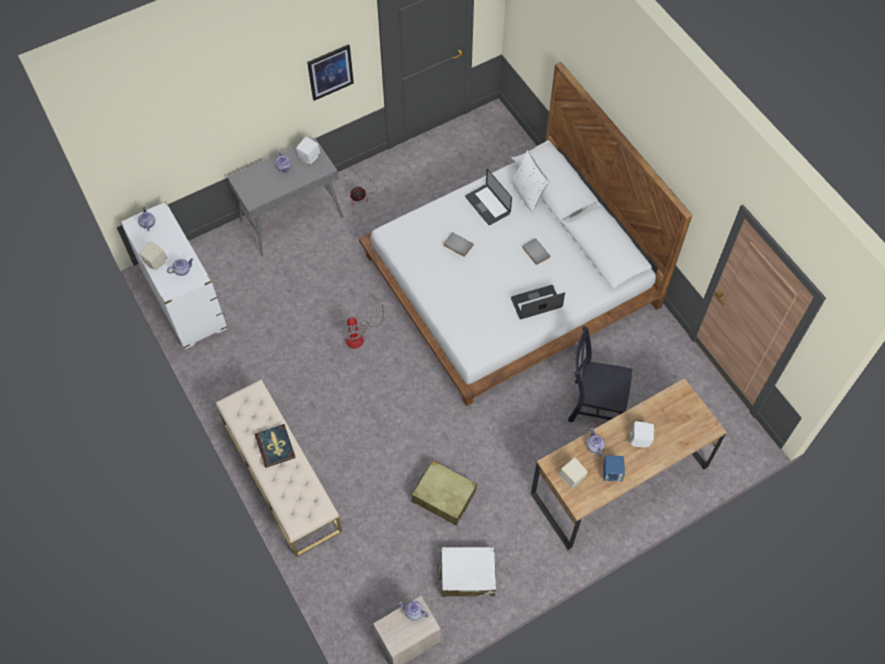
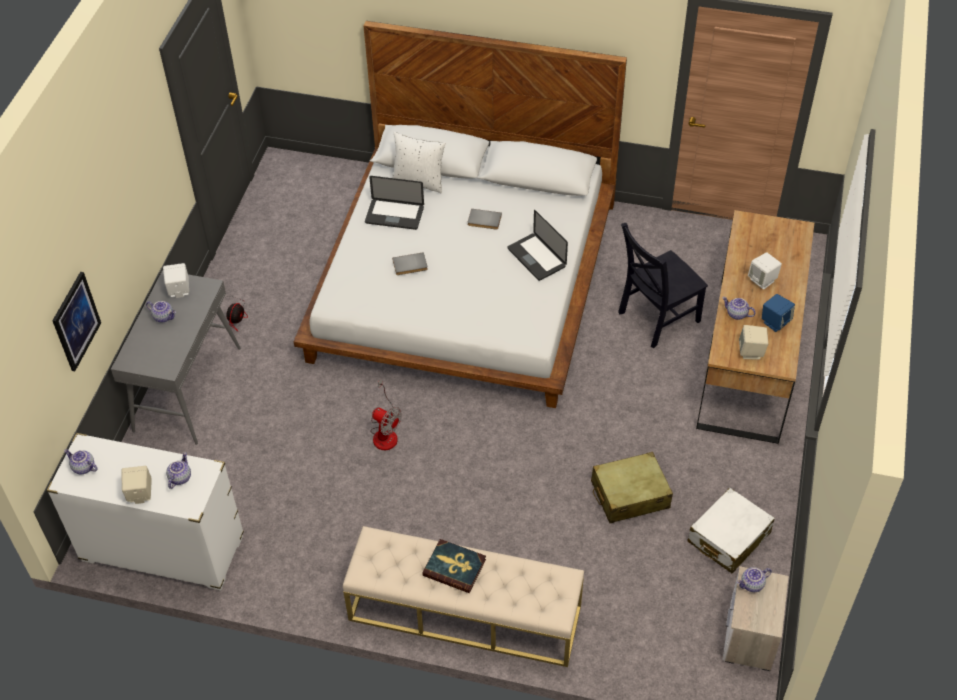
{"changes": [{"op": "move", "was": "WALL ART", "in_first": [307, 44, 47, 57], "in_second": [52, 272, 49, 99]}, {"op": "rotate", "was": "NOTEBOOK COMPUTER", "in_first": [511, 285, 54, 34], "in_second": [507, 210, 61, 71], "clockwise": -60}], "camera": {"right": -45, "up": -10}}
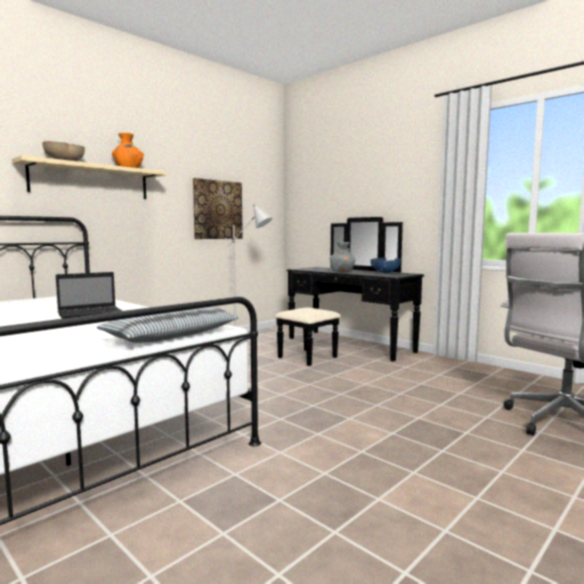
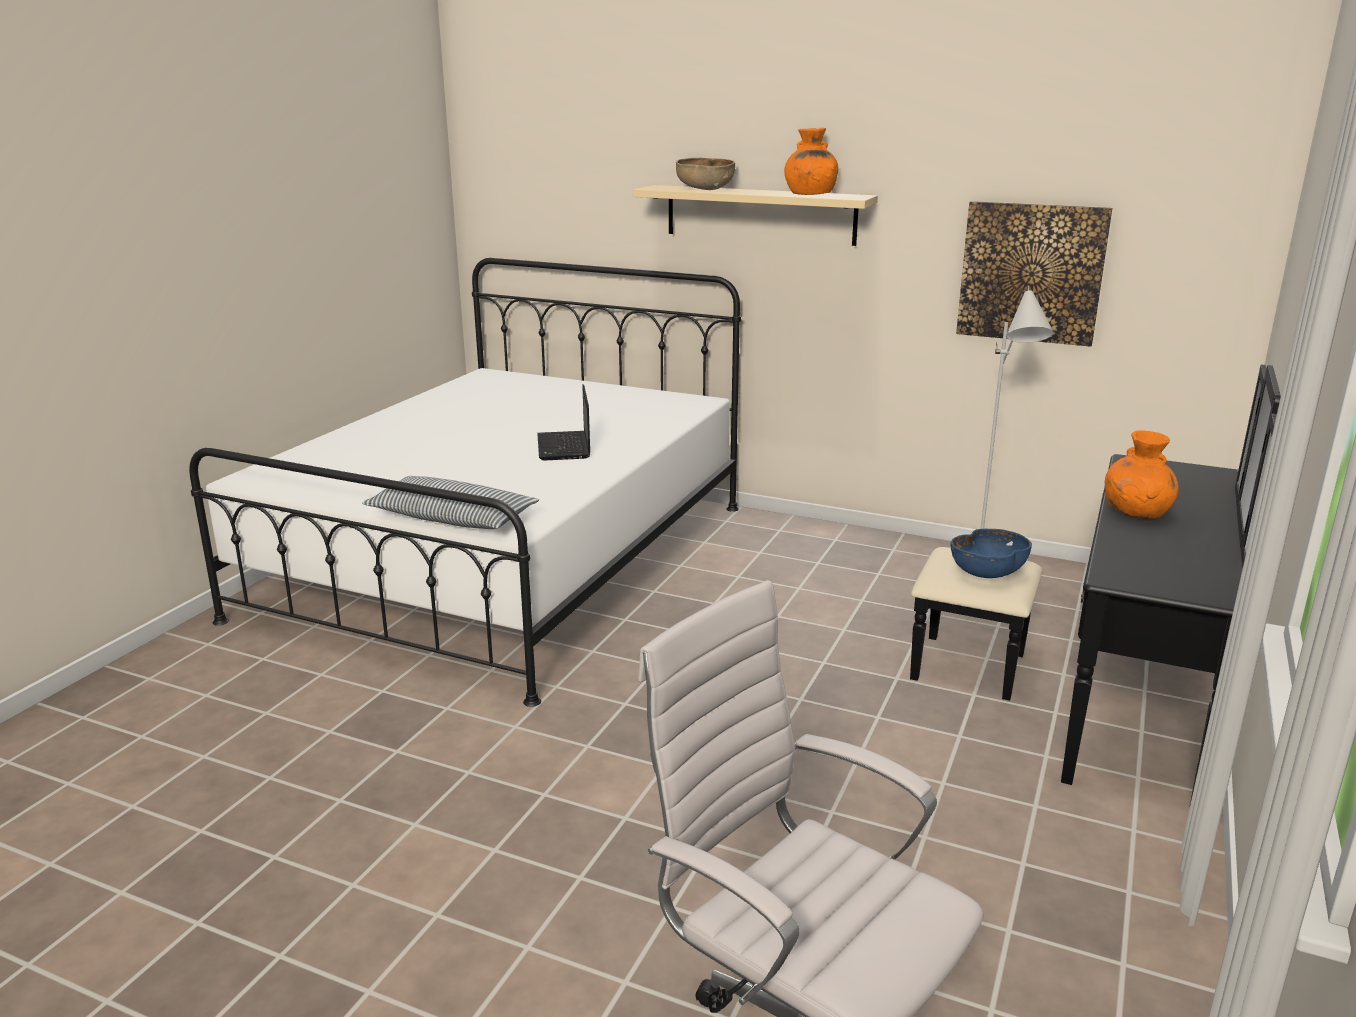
{"changes": [{"op": "move", "was": "BLUE DEEP DISH", "in_first": [371, 258, 30, 15], "in_second": [950, 529, 82, 49]}, {"op": "recolor", "was": "GREYISH FLOWER VASE", "now": "ORANGEY FLOWER VASE", "in_first": [329, 242, 26, 30], "in_second": [1105, 430, 73, 89]}, {"op": "rotate", "was": "NOTEBOOK COMPUTER", "in_first": [56, 272, 66, 47], "in_second": [537, 384, 53, 77], "clockwise": 45}], "camera": {"right": 70, "up": 15}}
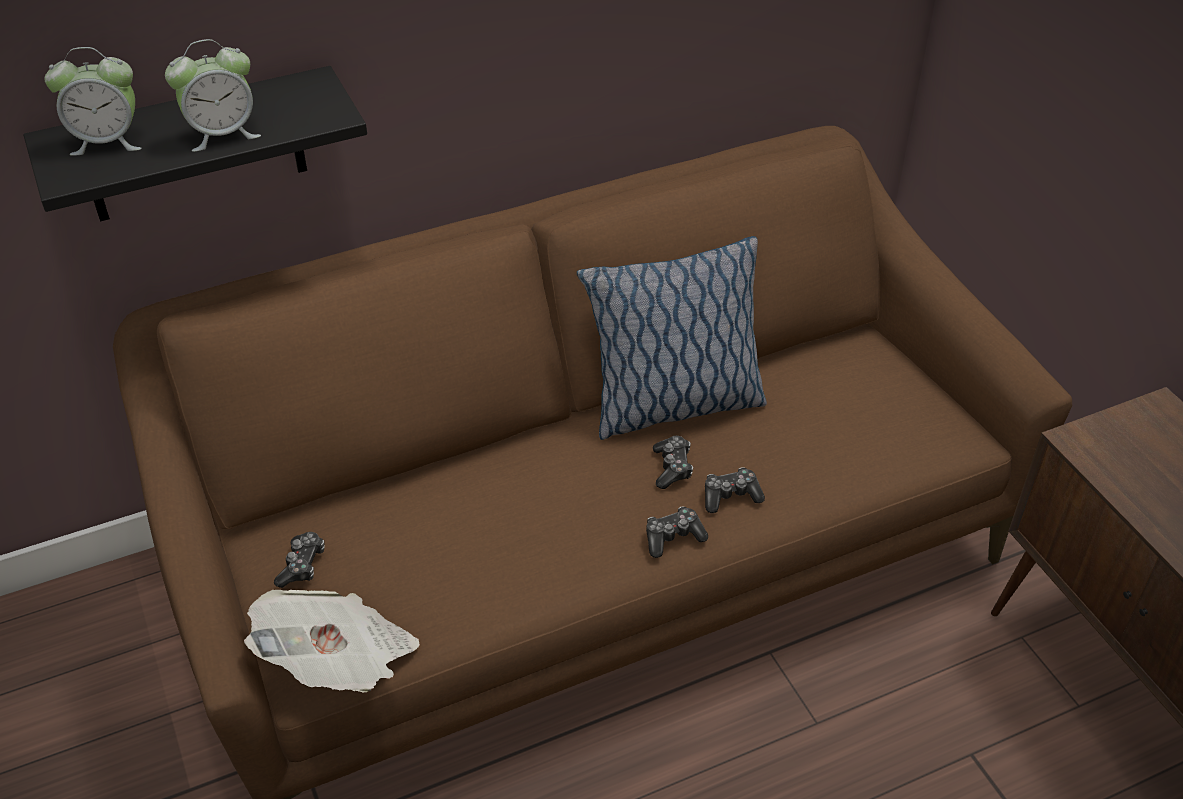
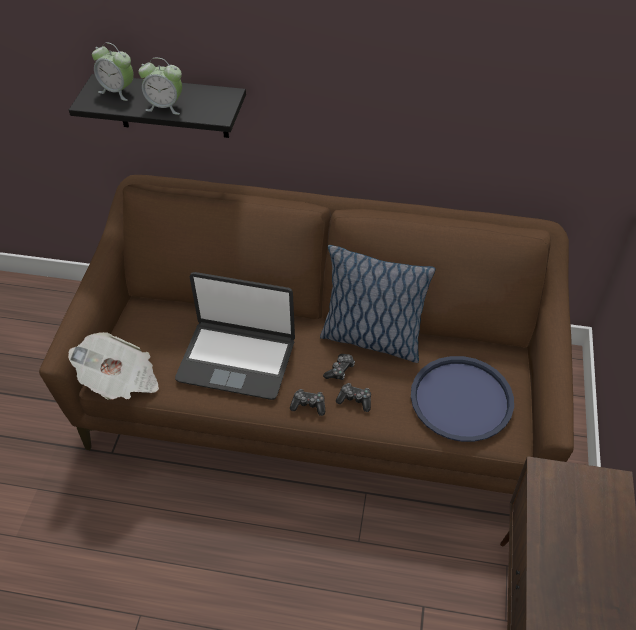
{"changes": [{"op": "delete", "was": "GAME CONTROLLER", "in_first": [274, 532, 51, 56]}, {"op": "insert", "now": "NOTEBOOK COMPUTER", "in_second": [175, 272, 120, 128]}, {"op": "insert", "now": "BLUE TRAY", "in_second": [411, 356, 103, 86]}], "camera": {"right": 35, "up": 5}}
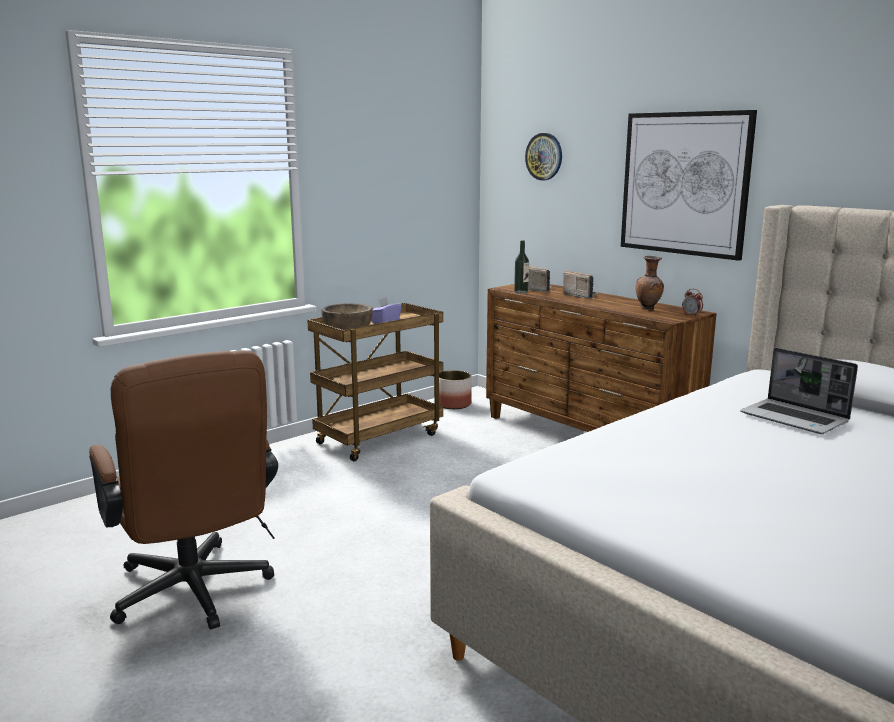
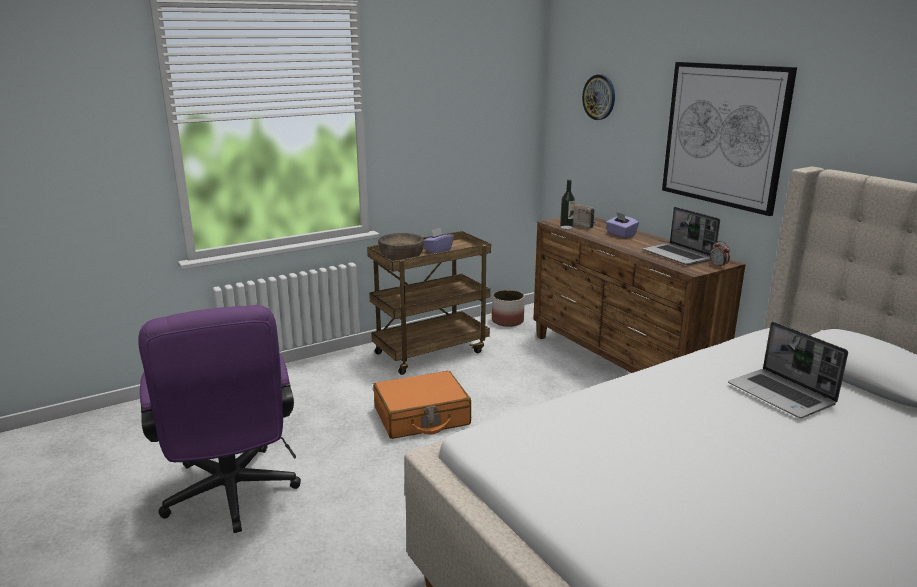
{"changes": [{"op": "insert", "now": "ORANGEY TRAVEL CASE", "in_second": [373, 371, 98, 68]}, {"op": "replace", "was": "RADIO RECEIVER", "now": "PURPLE-COLOURED TISSUE HOLDER", "in_first": [563, 270, 34, 29], "in_second": [606, 212, 33, 26]}, {"op": "replace", "was": "BROWN FLOWER VASE", "now": "NOTEBOOK COMPUTER", "in_first": [636, 256, 28, 54], "in_second": [643, 207, 77, 58]}, {"op": "recolor", "was": "BROWN OFFICE CHAIR", "now": "PURPLE-COLOURED OFFICE CHAIR", "in_first": [89, 350, 189, 280], "in_second": [138, 305, 163, 228]}], "camera": {"right": 10, "up": 5}}
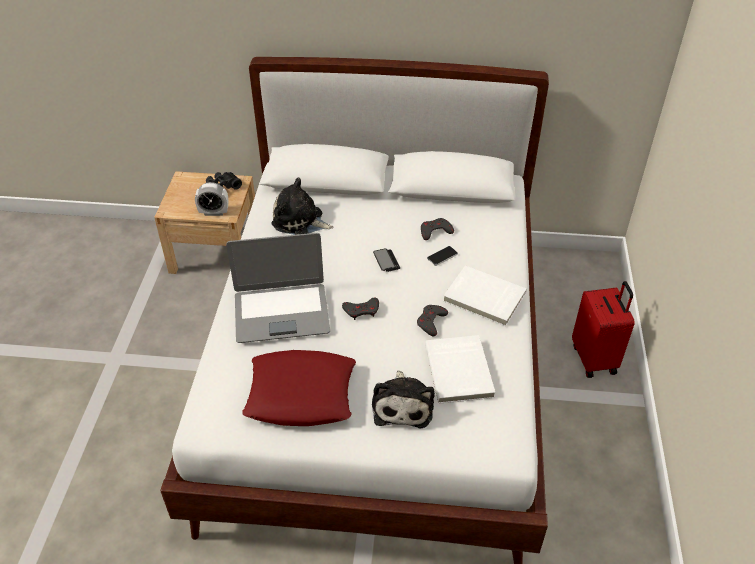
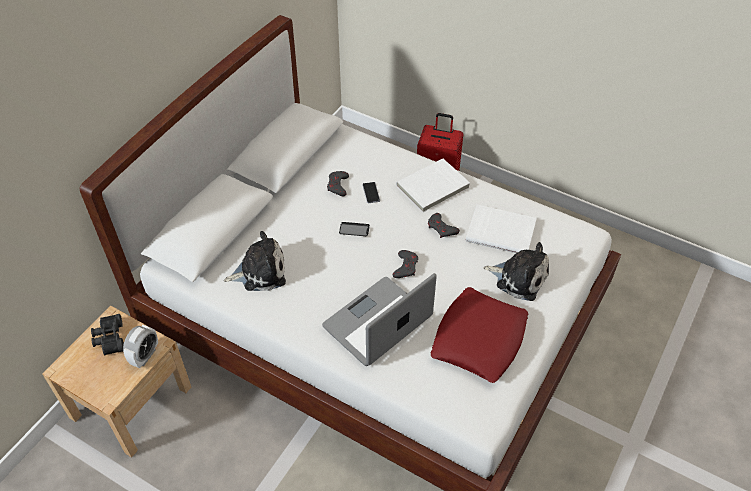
{"changes": [{"op": "rotate", "was": "NOTEBOOK COMPUTER", "in_first": [226, 233, 104, 110], "in_second": [322, 273, 115, 93], "clockwise": -150}, {"op": "rotate", "was": "SOFT TOY", "in_first": [271, 178, 63, 57], "in_second": [224, 231, 62, 60], "clockwise": -150}], "camera": {"right": -65, "up": 5}}
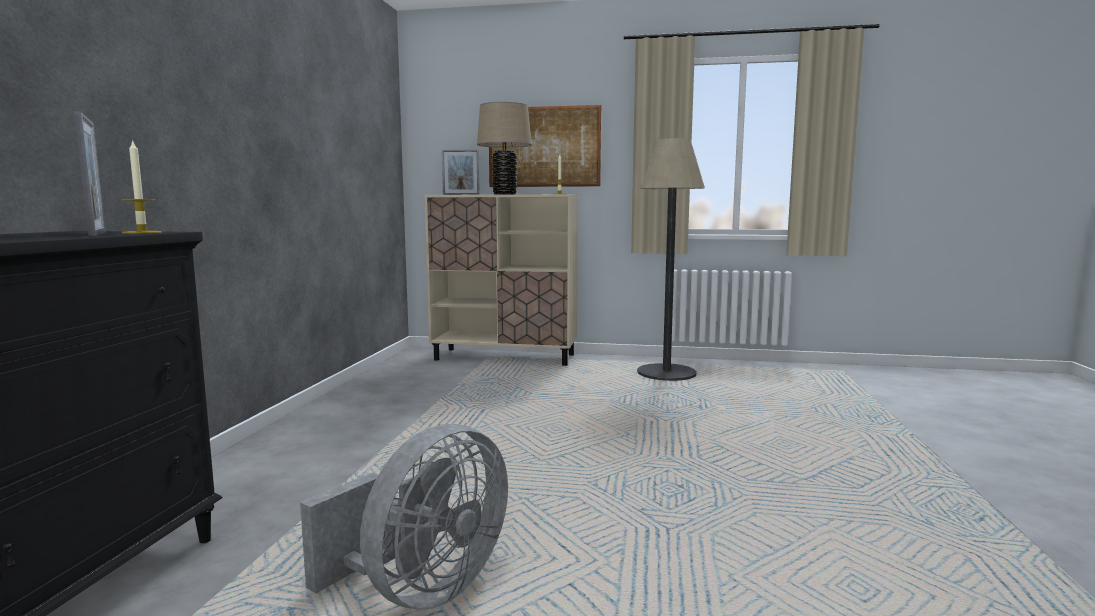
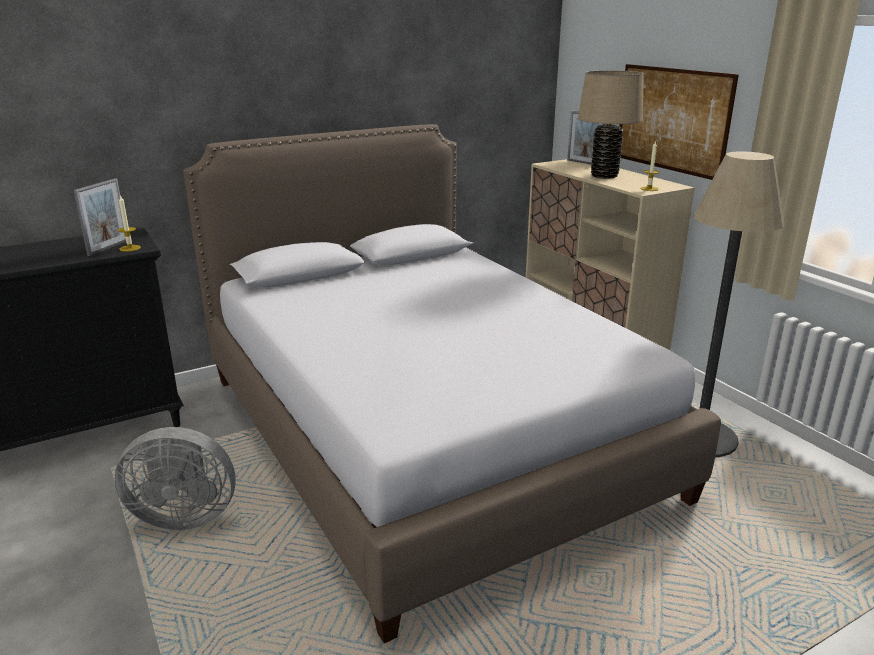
{"changes": [{"op": "insert", "now": "SLEEPING BED", "in_second": [183, 124, 538, 519]}], "camera": {"right": 50, "up": 15}}
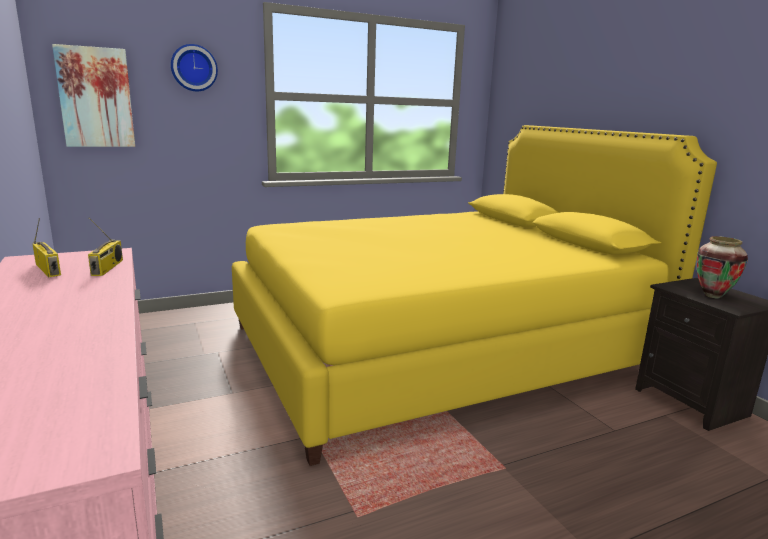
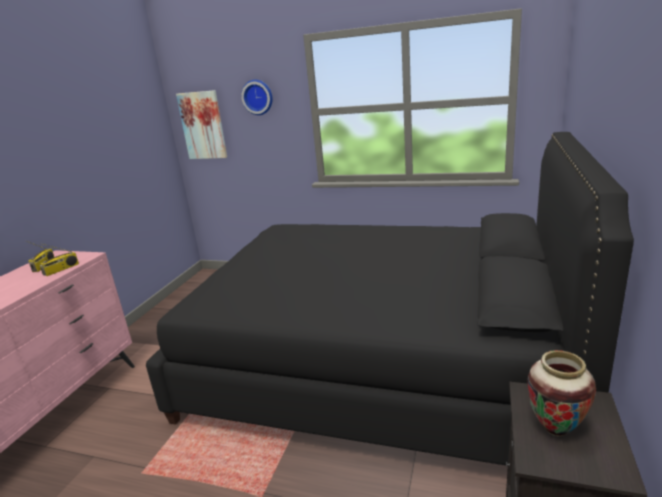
{"changes": [{"op": "recolor", "was": "YELLOWISH SLEEPING BED", "now": "BLACK-COLOURED SLEEPING BED", "in_first": [232, 125, 485, 341], "in_second": [146, 132, 488, 334]}], "camera": {"right": 45, "up": 5}}
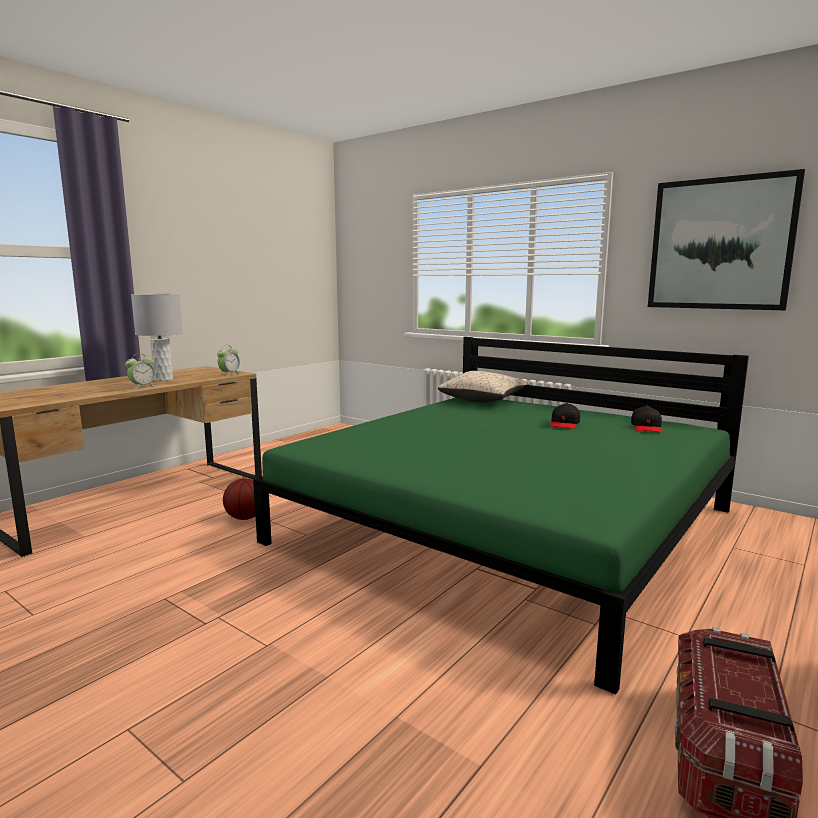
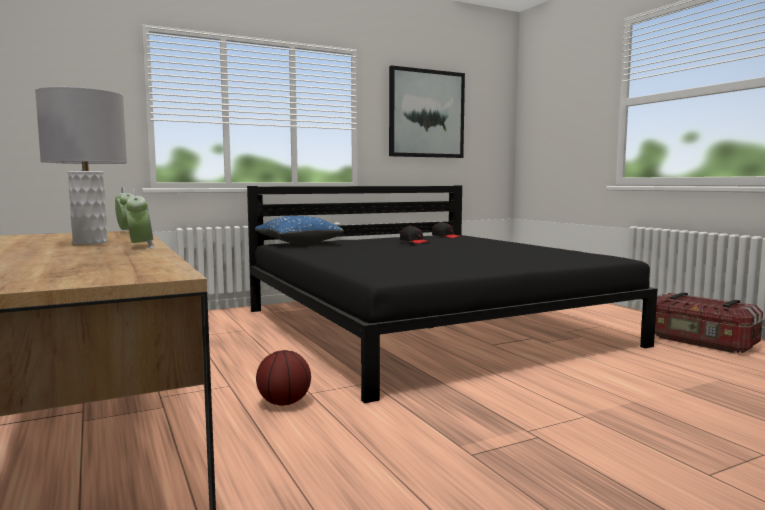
{"changes": [{"op": "recolor", "was": "GREENISH SLEEPING BED", "now": "BLACK-COLOURED SLEEPING BED", "in_first": [253, 337, 496, 358], "in_second": [247, 186, 410, 217]}, {"op": "recolor", "was": "BEIGE THROW PILLOW", "now": "BLUE THROW PILLOW", "in_first": [438, 371, 91, 32], "in_second": [255, 216, 89, 28]}], "camera": {"right": -65, "up": -5}}
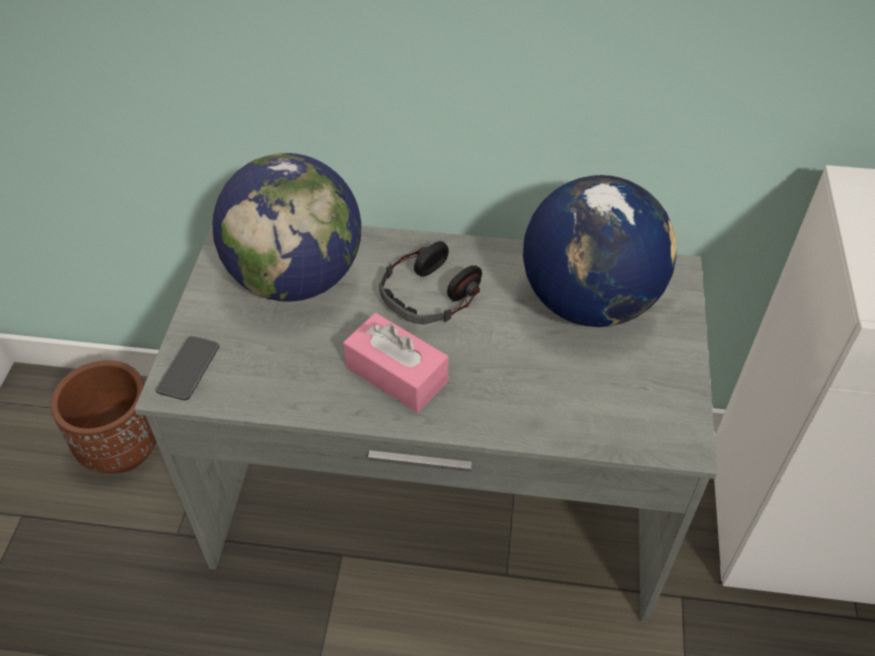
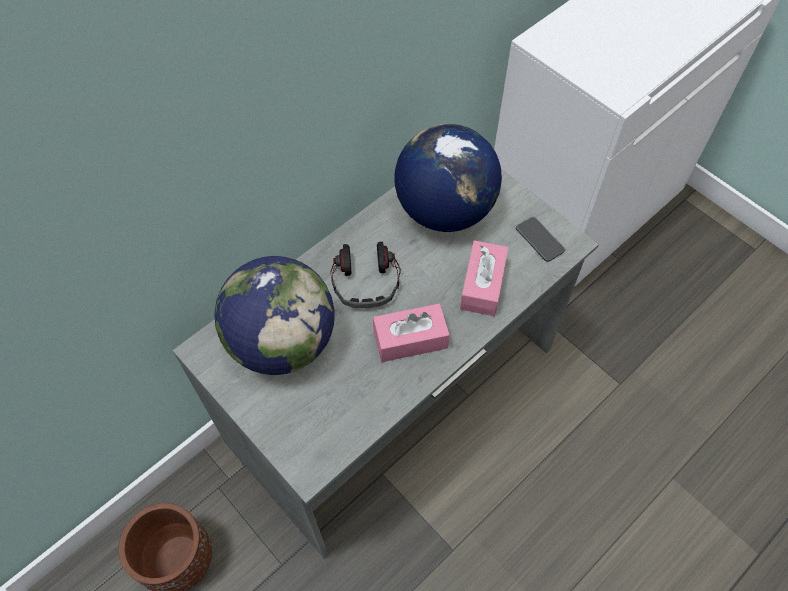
{"changes": [{"op": "insert", "now": "PINKISH TISSUE HOLDER", "in_second": [460, 240, 48, 76]}, {"op": "move", "was": "HANDSET", "in_first": [156, 336, 63, 64], "in_second": [516, 217, 49, 45]}], "camera": {"right": -50, "up": 10}}
